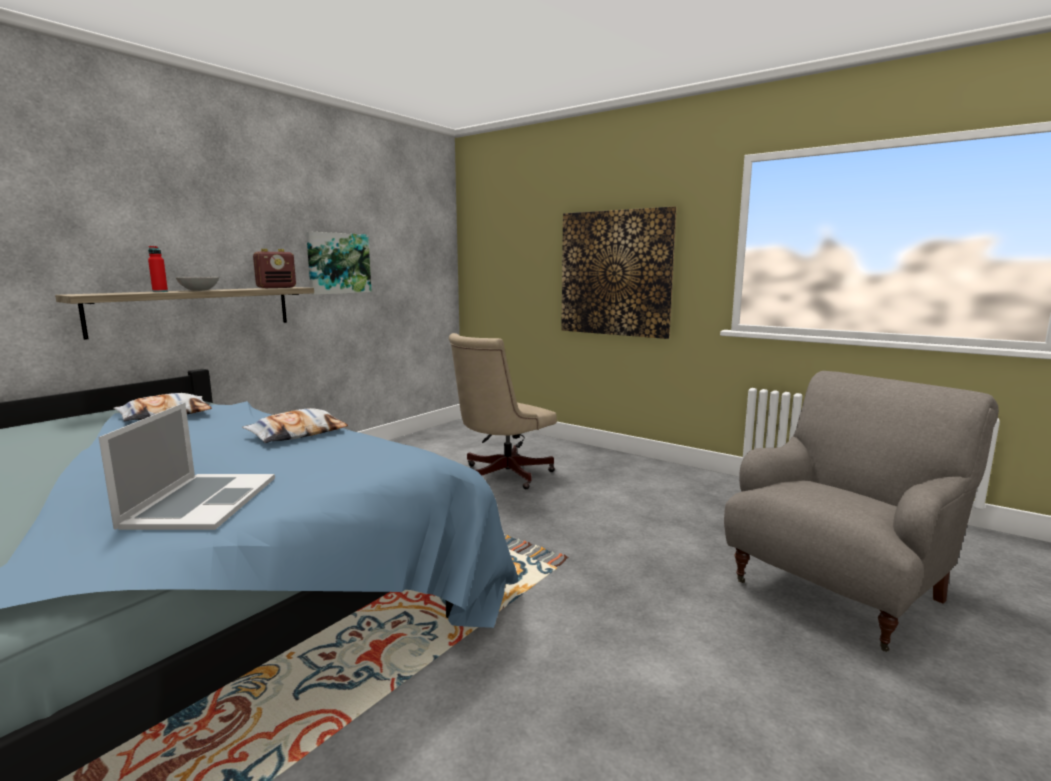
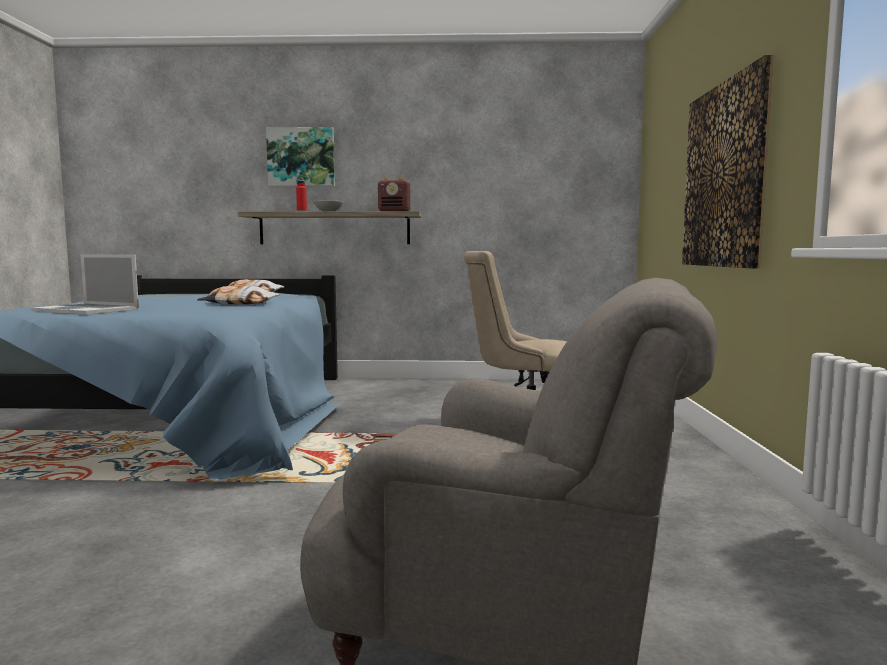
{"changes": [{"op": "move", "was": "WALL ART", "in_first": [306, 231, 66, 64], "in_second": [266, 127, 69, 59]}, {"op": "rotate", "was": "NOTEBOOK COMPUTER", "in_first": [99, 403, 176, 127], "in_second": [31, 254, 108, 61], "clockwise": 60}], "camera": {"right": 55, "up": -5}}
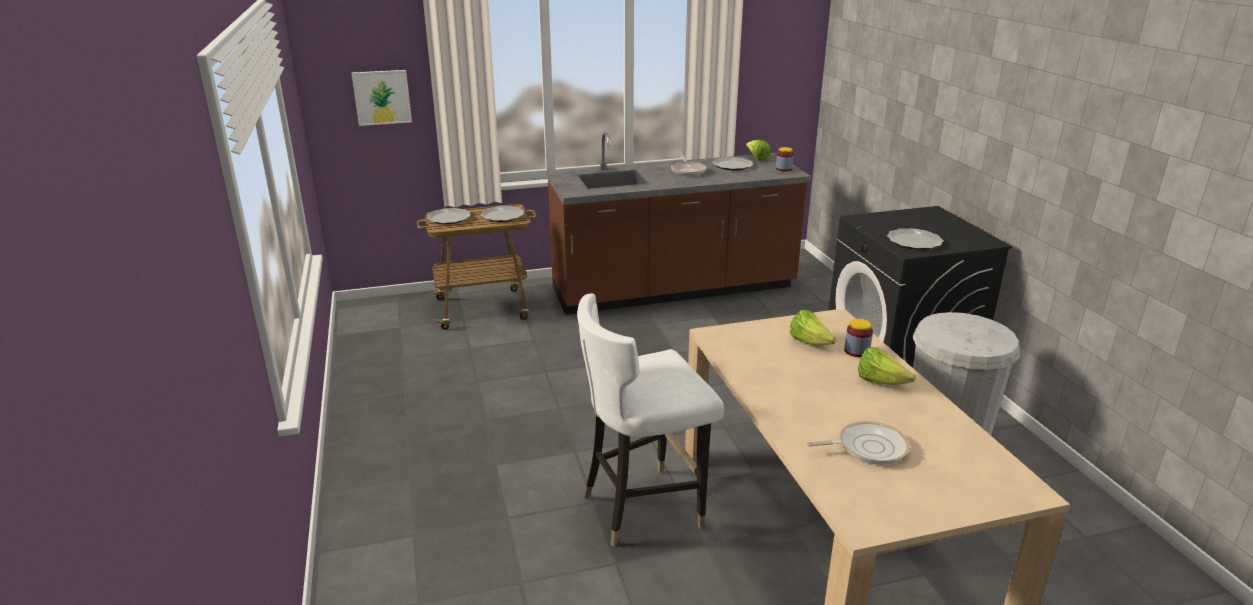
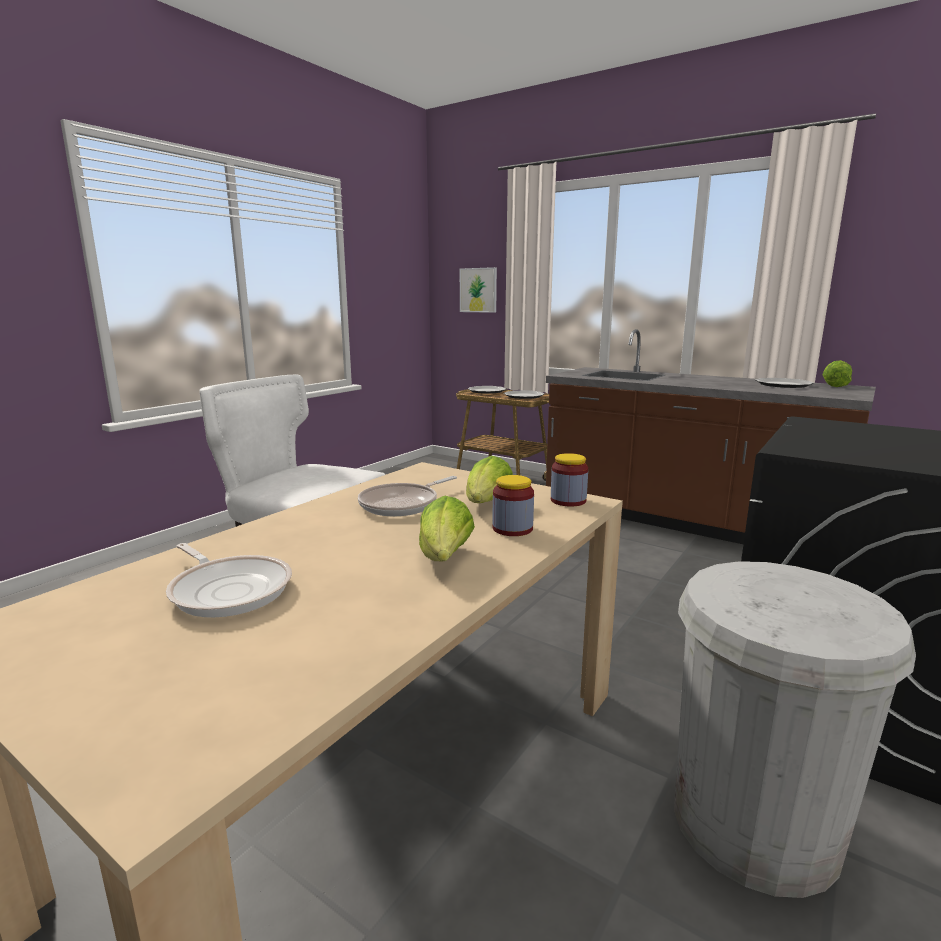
{"changes": [{"op": "delete", "was": "DINNER PLATE", "in_first": [887, 228, 57, 22]}, {"op": "move", "was": "FRYING PAN", "in_first": [671, 156, 35, 20], "in_second": [358, 476, 99, 40]}, {"op": "move", "was": "STORAGE JAR", "in_first": [776, 147, 18, 24], "in_second": [551, 453, 37, 54]}], "camera": {"right": 50, "up": -10}}
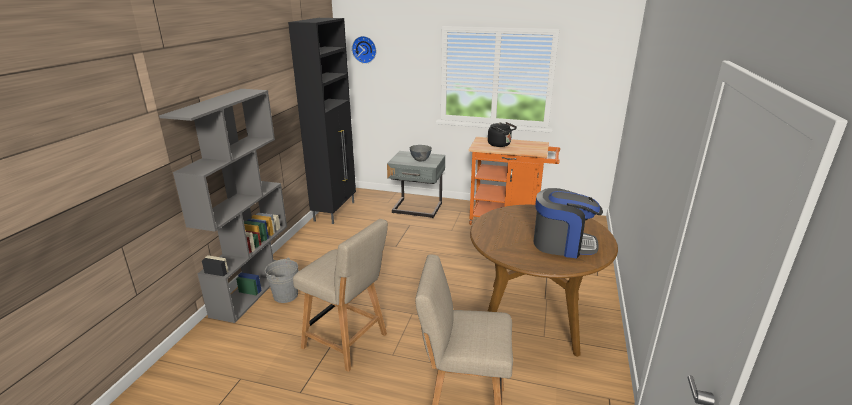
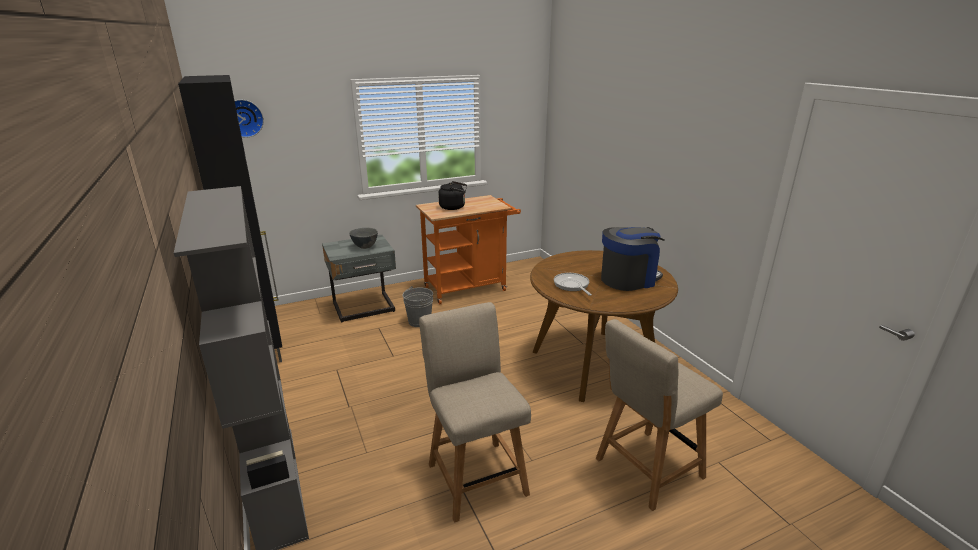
{"changes": [{"op": "insert", "now": "FRYING PAN", "in_second": [554, 273, 38, 23]}, {"op": "move", "was": "GREYISH BUCKET", "in_first": [265, 257, 34, 46], "in_second": [403, 286, 30, 41]}, {"op": "rotate", "was": "BEIGE CHAIR", "in_first": [293, 219, 95, 153], "in_second": [419, 302, 112, 221], "clockwise": -105}], "camera": {"right": -40, "up": 0}}
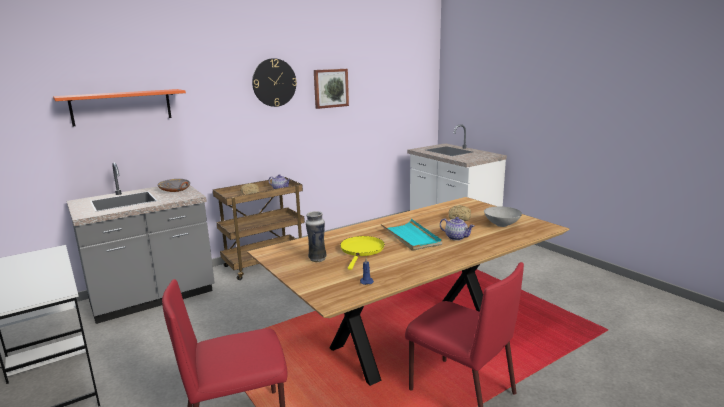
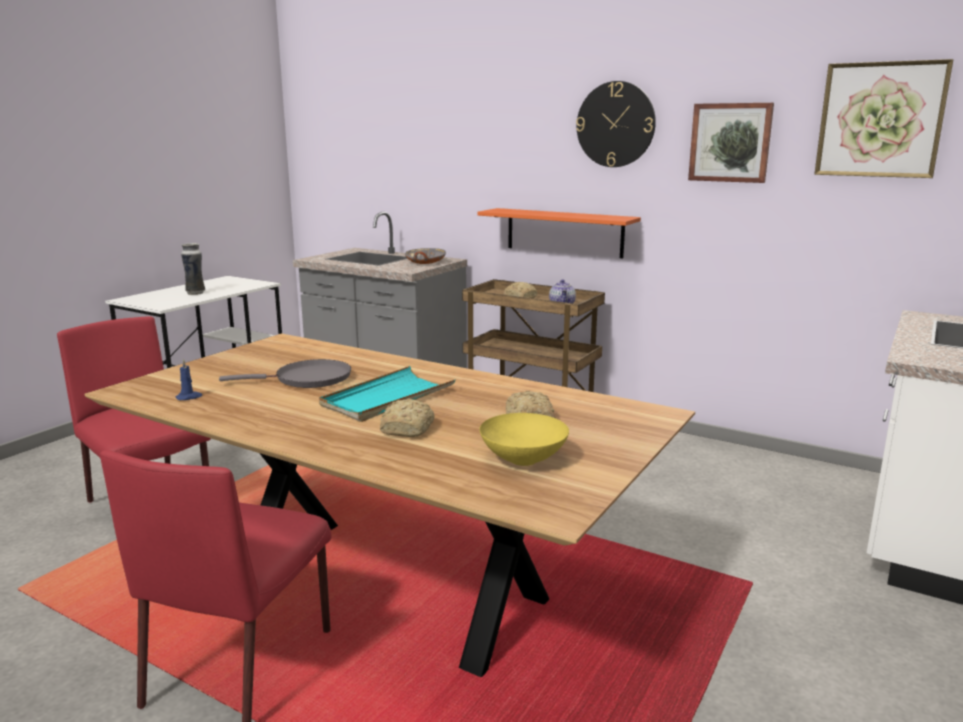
{"changes": [{"op": "insert", "now": "WALL ART", "in_second": [814, 59, 139, 119]}, {"op": "move", "was": "ORANGEY SHELF", "in_first": [53, 89, 133, 37], "in_second": [477, 208, 164, 50]}, {"op": "move", "was": "FLOWER VASE", "in_first": [306, 211, 21, 51], "in_second": [181, 243, 24, 52]}, {"op": "replace", "was": "POT FOR TEA", "now": "BREAD", "in_first": [440, 217, 34, 23], "in_second": [380, 399, 55, 38]}, {"op": "recolor", "was": "YELLOWISH FRYING PAN", "now": "GREYISH FRYING PAN", "in_first": [340, 236, 45, 34], "in_second": [219, 359, 132, 29]}, {"op": "recolor", "was": "GREYISH DEEP DISH", "now": "YELLOWISH DEEP DISH", "in_first": [484, 206, 38, 21], "in_second": [479, 413, 90, 53]}], "camera": {"right": 65, "up": 0}}
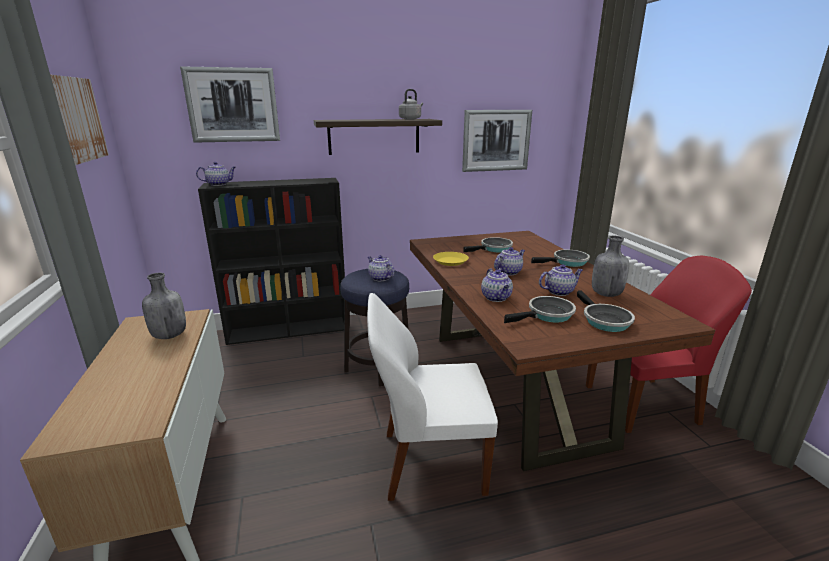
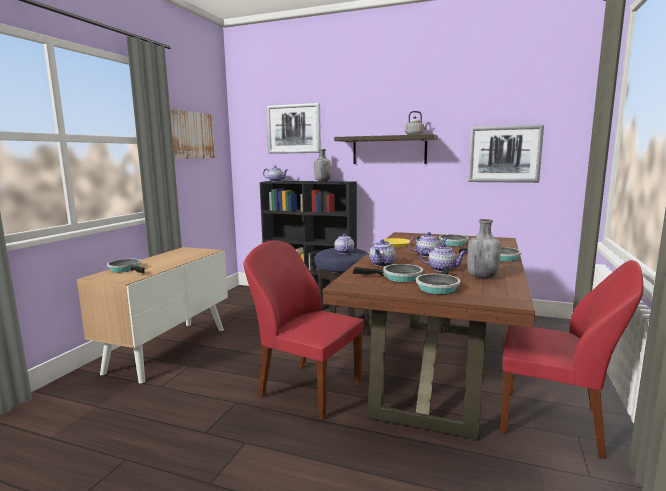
{"changes": [{"op": "insert", "now": "FRYING PAN", "in_second": [107, 259, 38, 14]}, {"op": "move", "was": "GREYISH BEVERAGE BOTTLE", "in_first": [142, 273, 44, 66], "in_second": [314, 149, 17, 33]}, {"op": "recolor", "was": "WHITE-COLOURED CHAIR", "now": "REDDISH CHAIR", "in_first": [367, 293, 131, 208], "in_second": [244, 240, 120, 179]}], "camera": {"right": 35, "up": -10}}
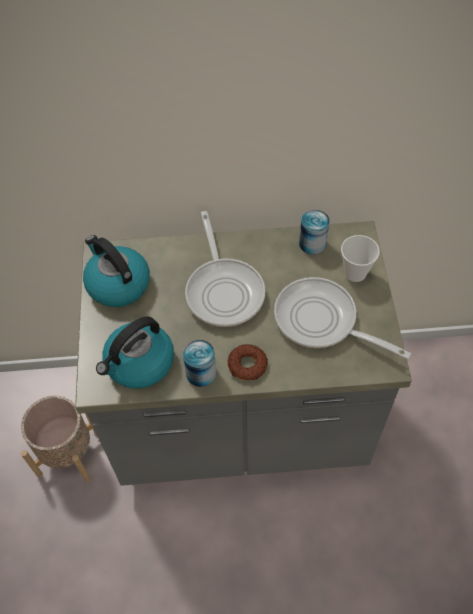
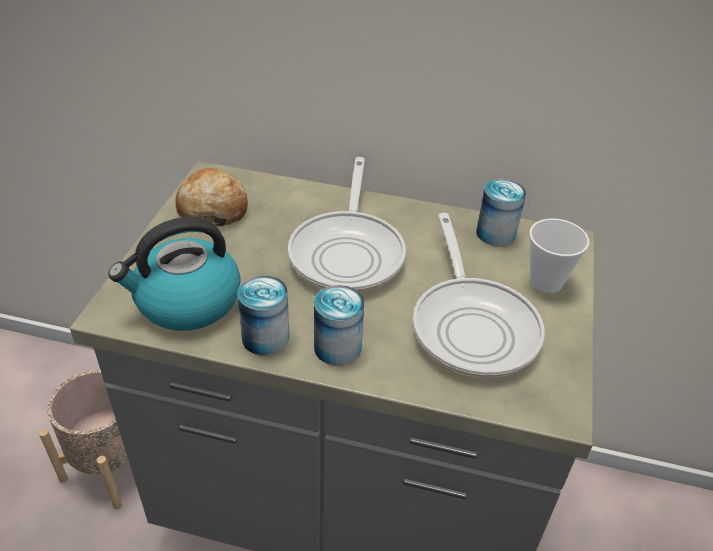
{"changes": [{"op": "replace", "was": "TEA KETTLE", "now": "BREAD", "in_first": [83, 235, 67, 72], "in_second": [175, 168, 73, 60]}, {"op": "replace", "was": "DOUGHNUT", "now": "CAN", "in_first": [228, 344, 40, 36], "in_second": [314, 285, 50, 81]}, {"op": "rotate", "was": "FRYING PAN", "in_first": [274, 277, 137, 82], "in_second": [413, 213, 132, 165], "clockwise": -150}], "camera": {"right": 15, "up": -15}}
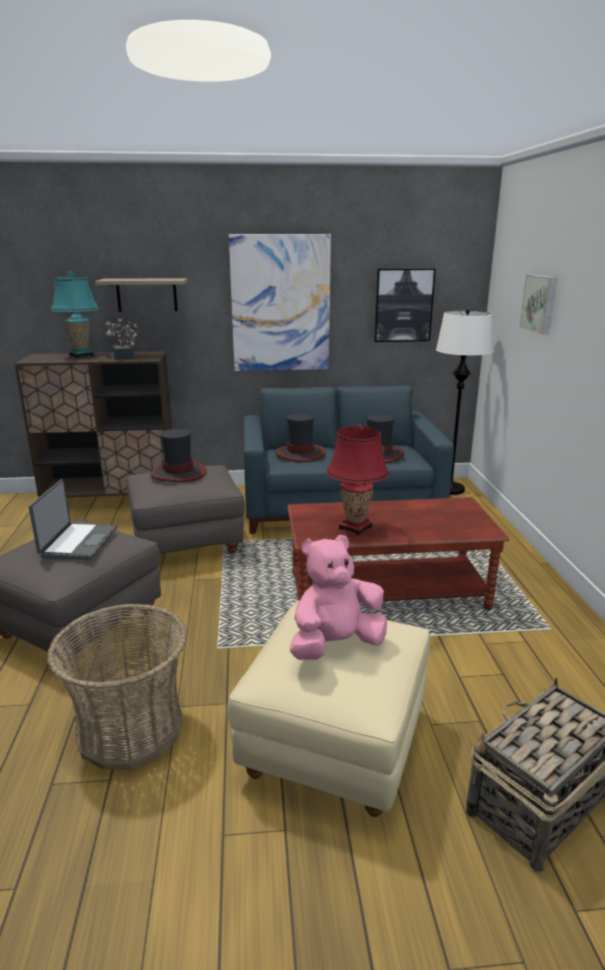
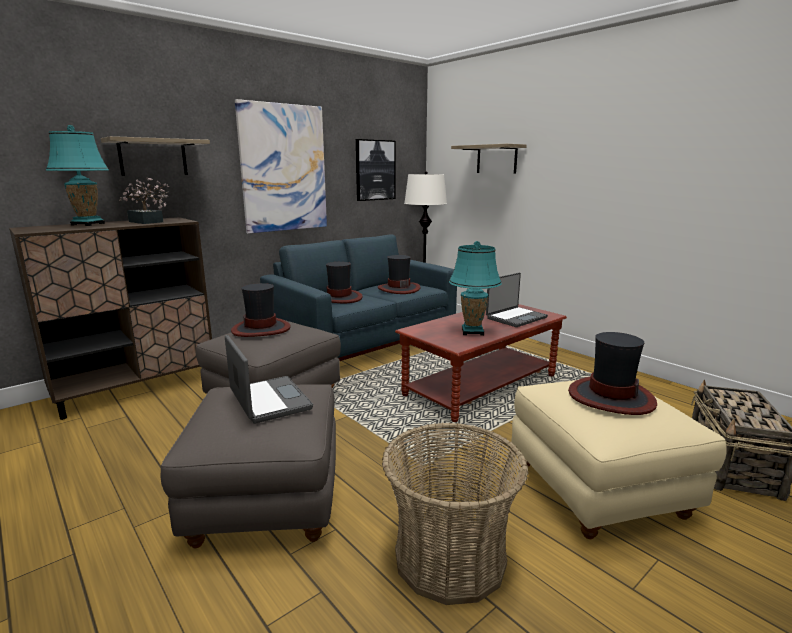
{"changes": [{"op": "insert", "now": "NOTEBOOK COMPUTER", "in_second": [486, 273, 62, 54]}, {"op": "replace", "was": "PINKISH SOFT TOY", "now": "CLOTHING HAT", "in_first": [290, 535, 97, 125], "in_second": [568, 332, 89, 83]}, {"op": "replace", "was": "WALL ART", "now": "SHELF", "in_first": [519, 274, 38, 61], "in_second": [451, 144, 76, 30]}, {"op": "recolor", "was": "REDDISH TABLE LAMP", "now": "BLUE-GREEN TABLE LAMP", "in_first": [327, 425, 62, 110], "in_second": [449, 241, 53, 95]}], "camera": {"right": -35, "up": -5}}
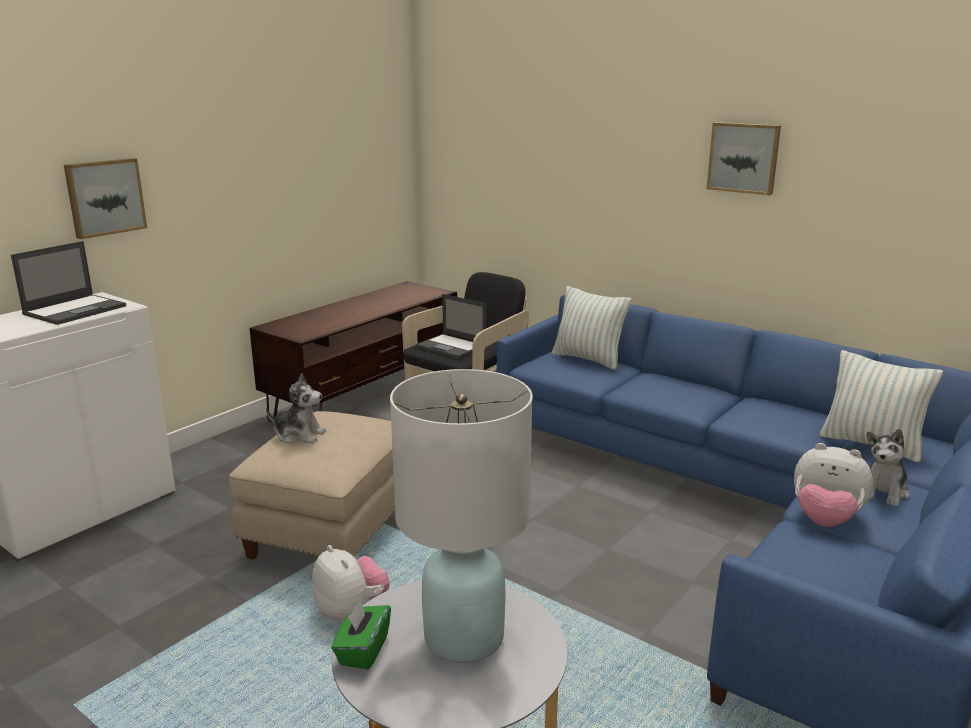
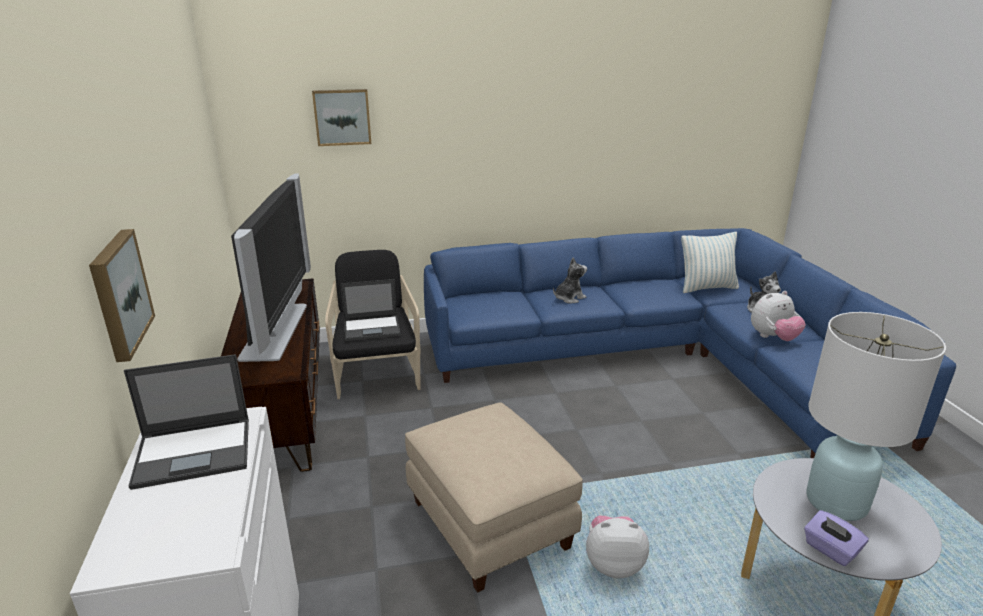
{"changes": [{"op": "delete", "was": "THROW PILLOW", "in_first": [552, 286, 79, 84]}, {"op": "insert", "now": "TV SET", "in_second": [231, 174, 80, 188]}, {"op": "move", "was": "SOFT TOY", "in_first": [266, 374, 60, 70], "in_second": [553, 258, 34, 46]}, {"op": "move", "was": "WALL ART", "in_first": [707, 122, 74, 73], "in_second": [312, 89, 59, 57]}, {"op": "recolor", "was": "GREENISH TISSUE HOLDER", "now": "PURPLE-COLOURED TISSUE HOLDER", "in_first": [331, 600, 60, 69], "in_second": [804, 510, 65, 56]}, {"op": "rotate", "was": "NOTEBOOK COMPUTER", "in_first": [11, 241, 115, 84], "in_second": [124, 354, 125, 136], "clockwise": 90}], "camera": {"right": -50, "up": 5}}
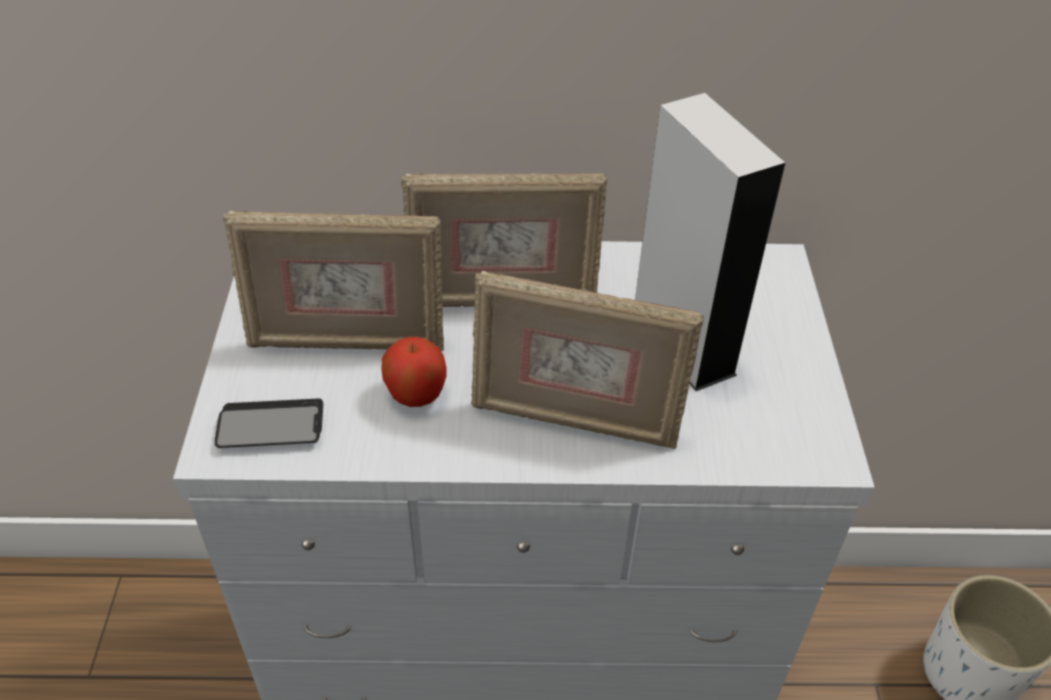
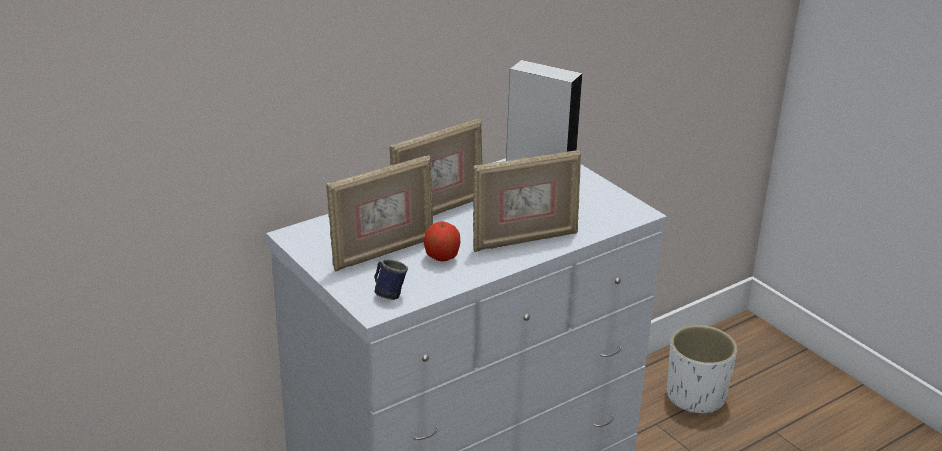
{"changes": [{"op": "replace", "was": "HANDSET", "now": "BLUE COFFEE MUG", "in_first": [215, 398, 108, 50], "in_second": [374, 259, 34, 41]}], "camera": {"right": -35, "up": -15}}
